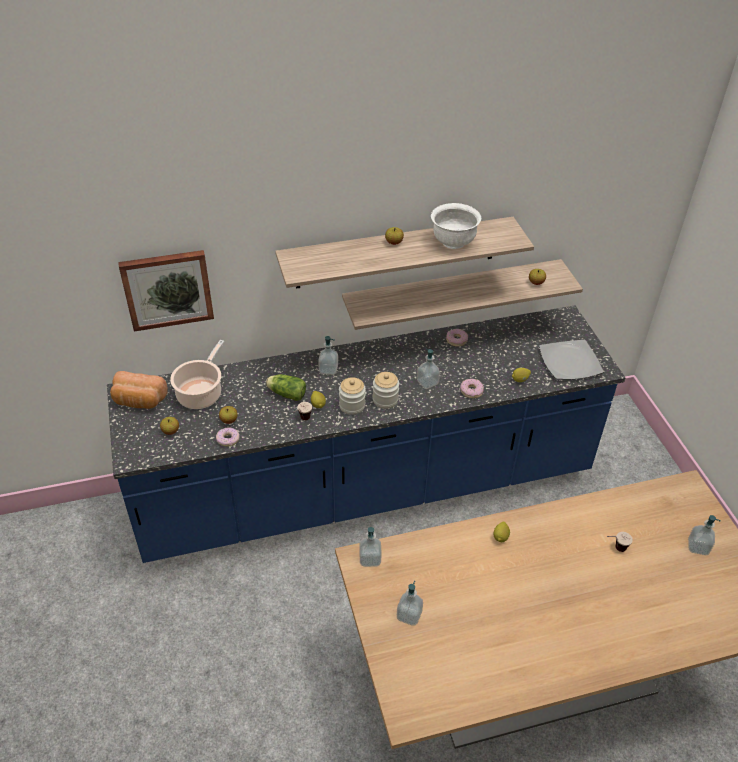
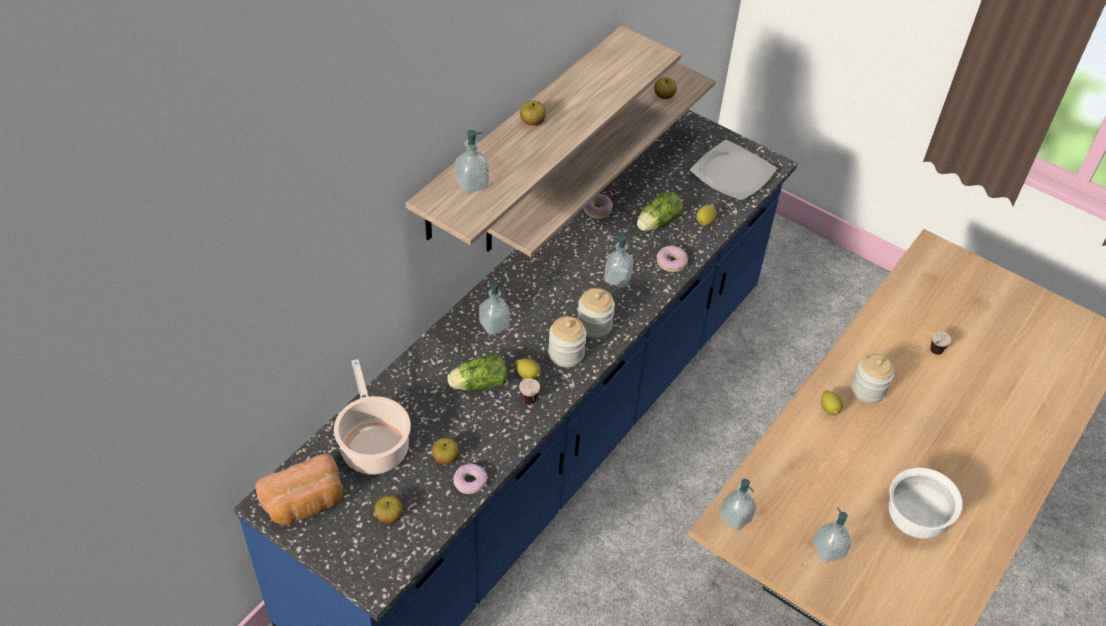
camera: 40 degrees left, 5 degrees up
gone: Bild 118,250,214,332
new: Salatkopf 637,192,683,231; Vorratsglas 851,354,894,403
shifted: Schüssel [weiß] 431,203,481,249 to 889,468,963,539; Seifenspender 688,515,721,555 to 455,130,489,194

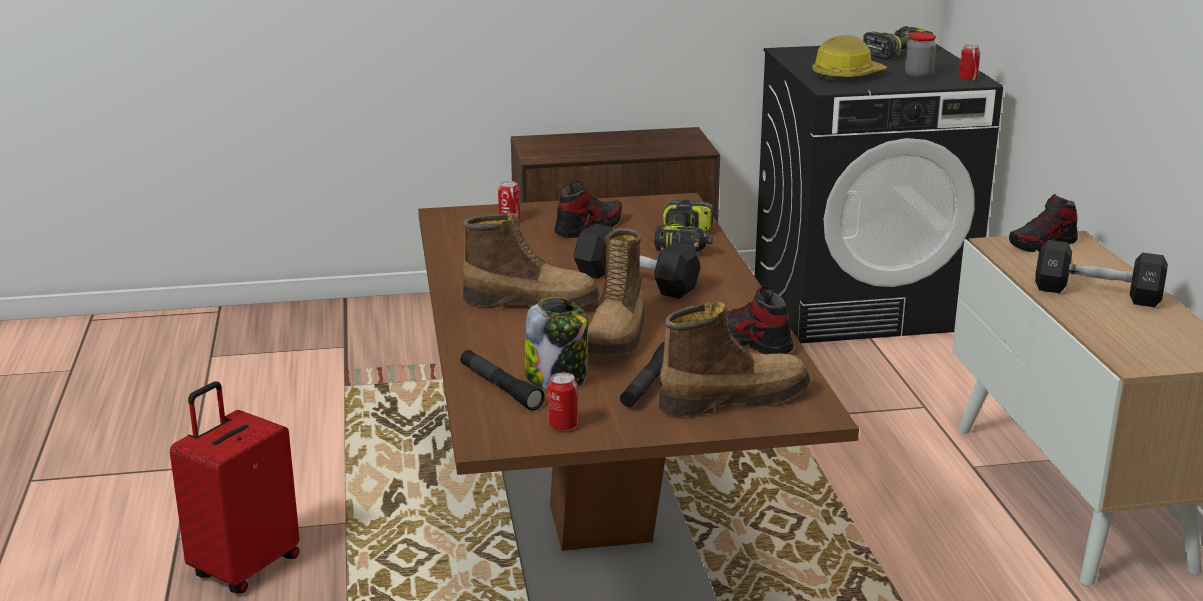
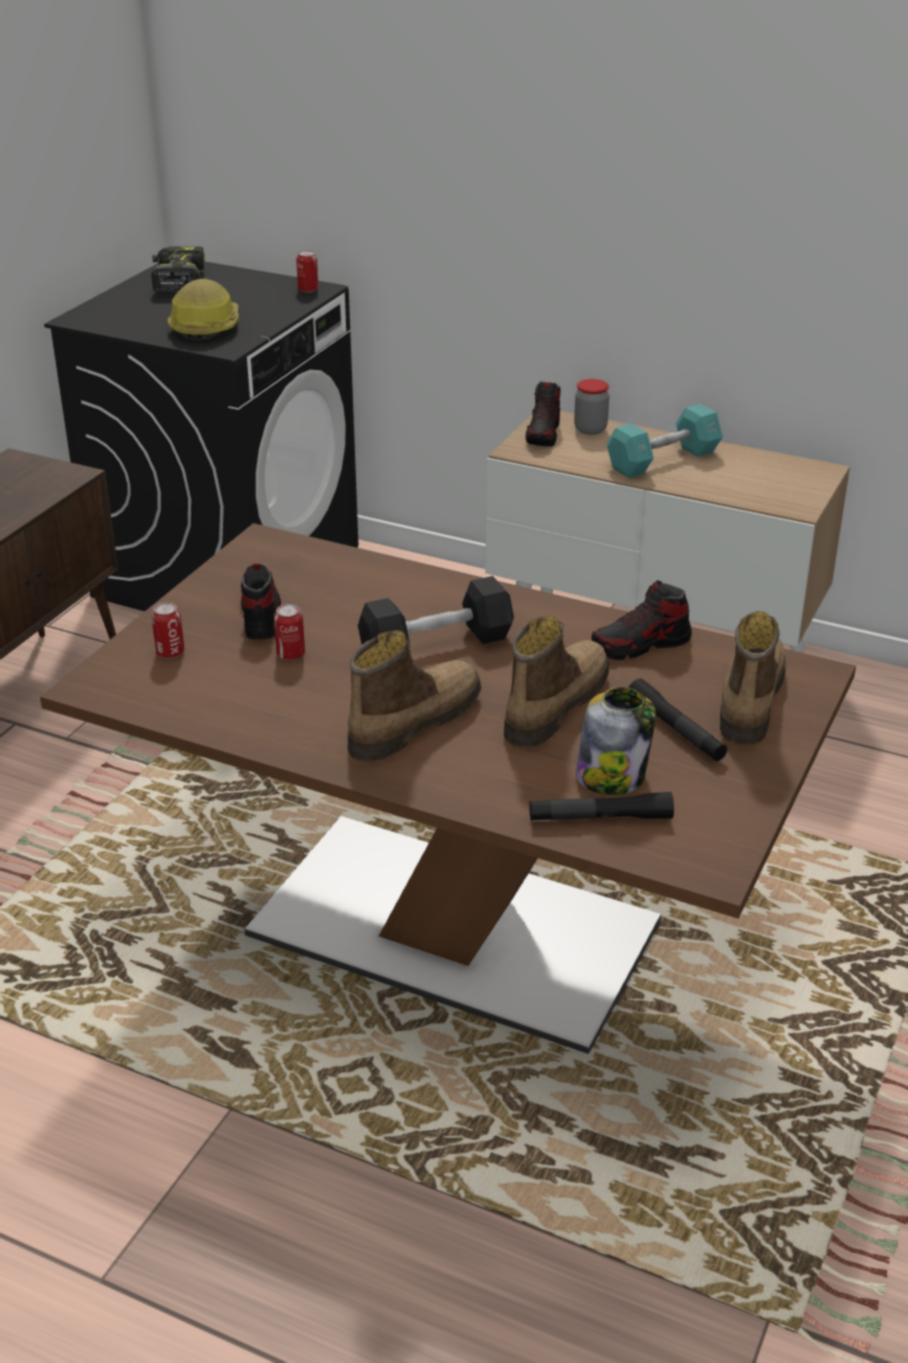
camera: 55 degrees left, 10 degrees up
gone: Koffer [rot] 170,381,300,593; Bohrmaschine 654,200,713,252
shifted: Dose 548,372,578,431 to 274,604,305,660; Vorratsglas 905,32,936,78 to 574,379,609,435
repainted: Hantel [schwarz] 1035,240,1168,307 to Hantel [türkis] 607,404,723,478
rotated: Stiefel 587,228,644,356 = 504,615,609,748 105 degrees counterclockwise

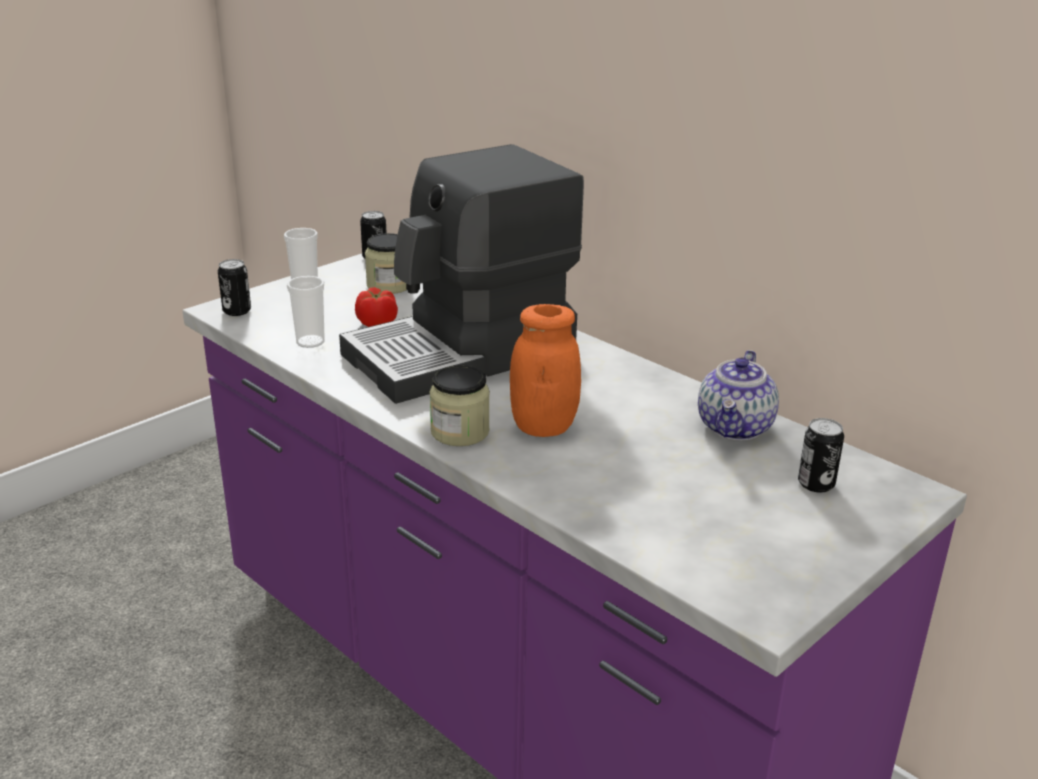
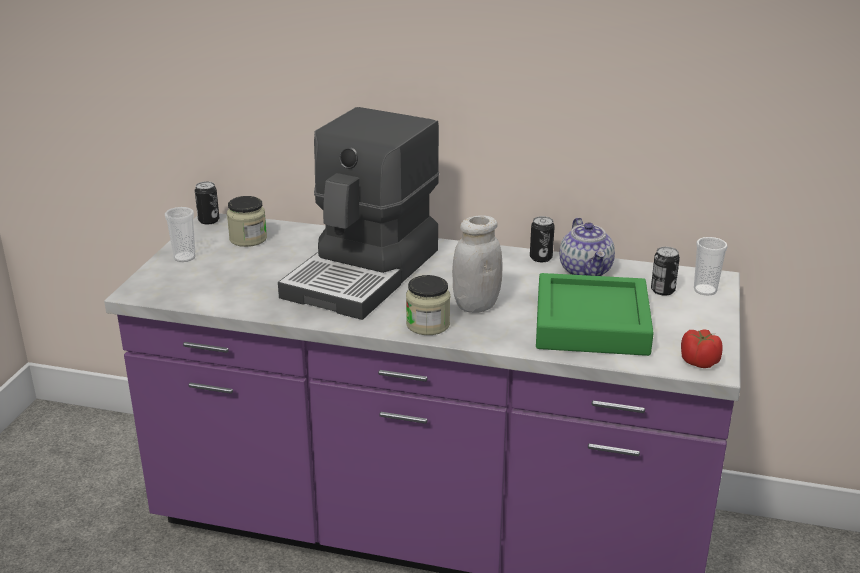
camera: 30 degrees left, 0 degrees up
new: Tablett [grün] 536,273,654,356
shifted: Dose 218,259,251,316 to 530,216,555,262; Tasse 287,276,325,348 to 694,237,728,296; Tomate 355,287,398,327 to 681,329,723,368
repainted: Vorratsglas [orange] 510,304,581,437 to Vorratsglas [weiß] 452,215,502,313

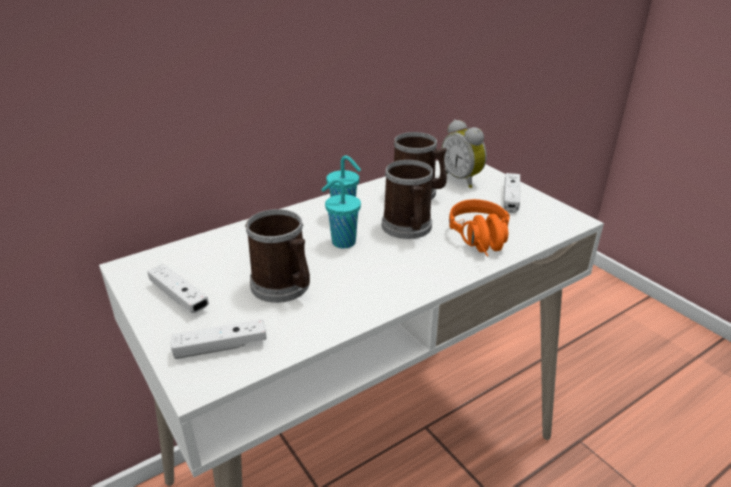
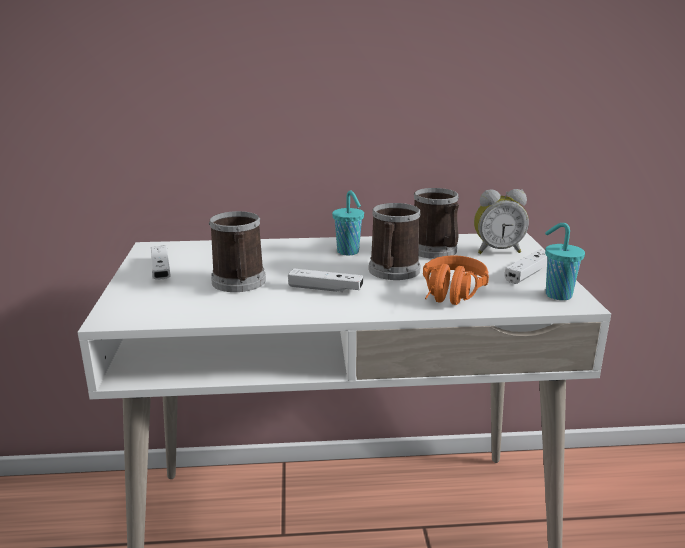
camera: 30 degrees right, 10 degrees down
shifted: Gamepad [weiß] 171,319,267,359 to 288,268,363,292; Tasse [türkis] 321,178,361,248 to 545,223,585,300
rotated: Wecker 441,119,487,188 = 474,189,529,254 90 degrees counterclockwise

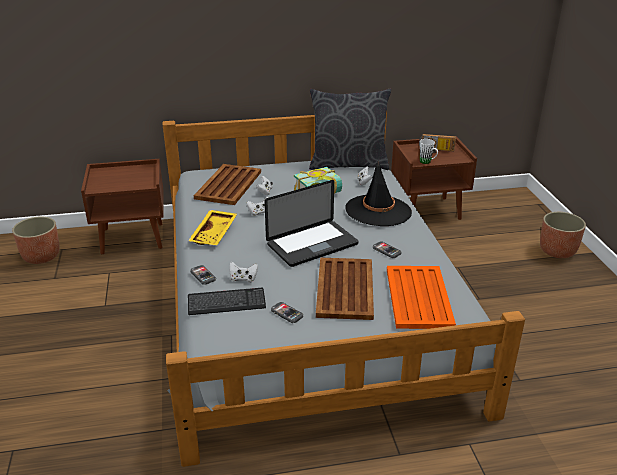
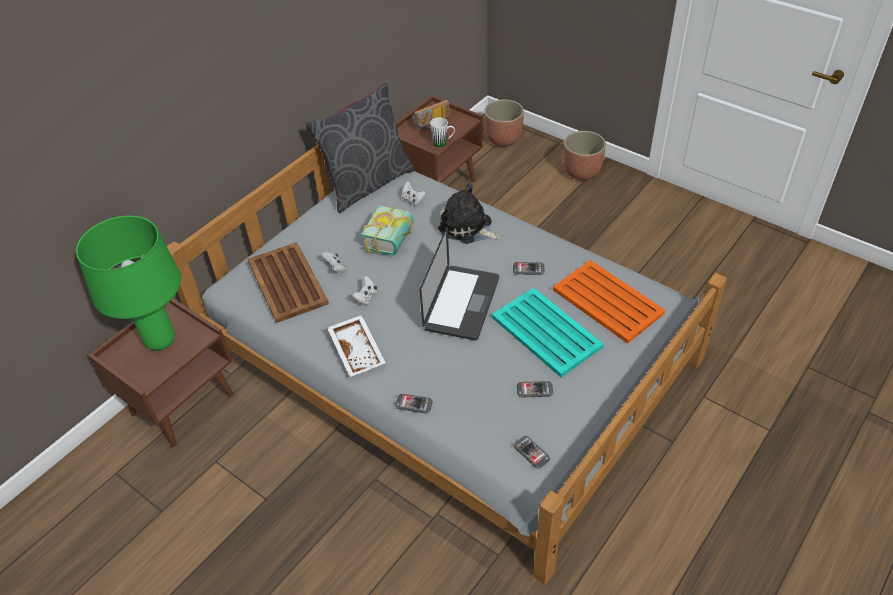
camera: 40 degrees left, 15 degrees up
gone: Tastatur 188,288,266,315; Gamepad [weiß] 229,262,258,283
new: Tischlampe [grün] 76,216,181,350; Handy 514,436,550,468
shifted: Pflanzkübel 12,217,60,264 to 484,99,524,147
swapped: Hut [schwarz] 345,161,412,226 to Plüschtier 438,183,501,244
repainted: Tablett [gelb] 188,210,237,245 to Tablett [weiß] 327,315,385,377; Tablett [braun] 316,258,374,320 to Tablett [türkis] 492,288,604,377

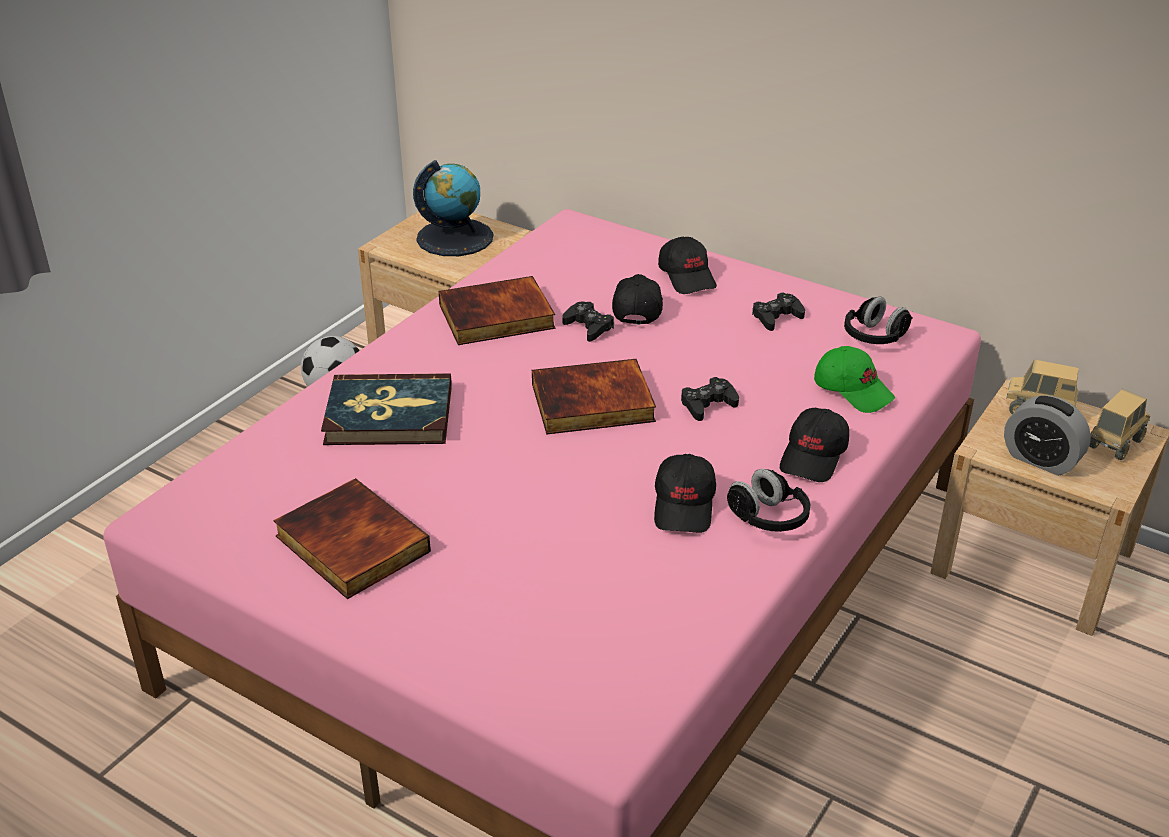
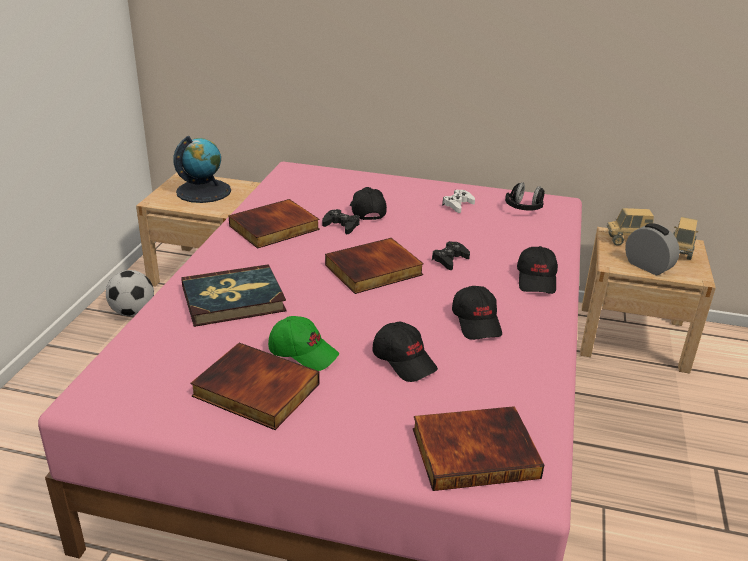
camera: 20 degrees left, 5 degrees down
gone: Kopfhörer [schwarz] 727,469,811,532
new: Buch 413,406,544,491
shifted: Kappe [schwarz] 658,237,717,294 to 372,322,438,382; Kappe [grün] 814,346,895,413 to 268,316,339,371
repainted: Gamepad [schwarz] 752,293,805,331 to Gamepad [weiß] 442,190,475,213
rotated: Wecker 1004,395,1091,476 = 625,223,680,275 150 degrees counterclockwise

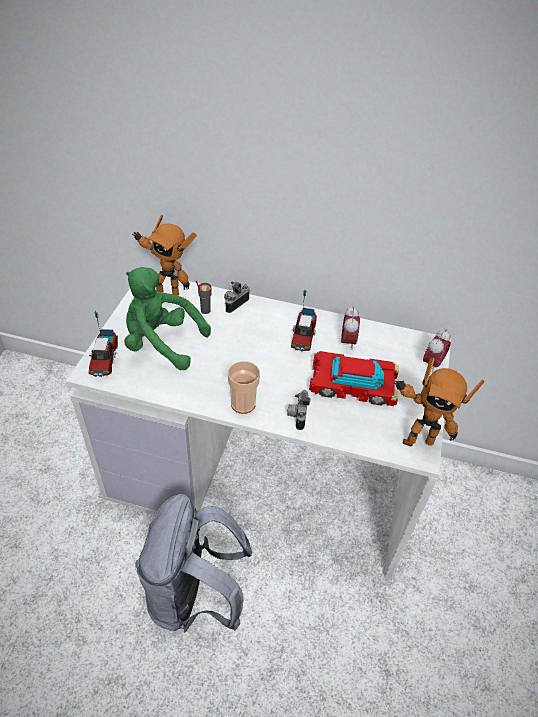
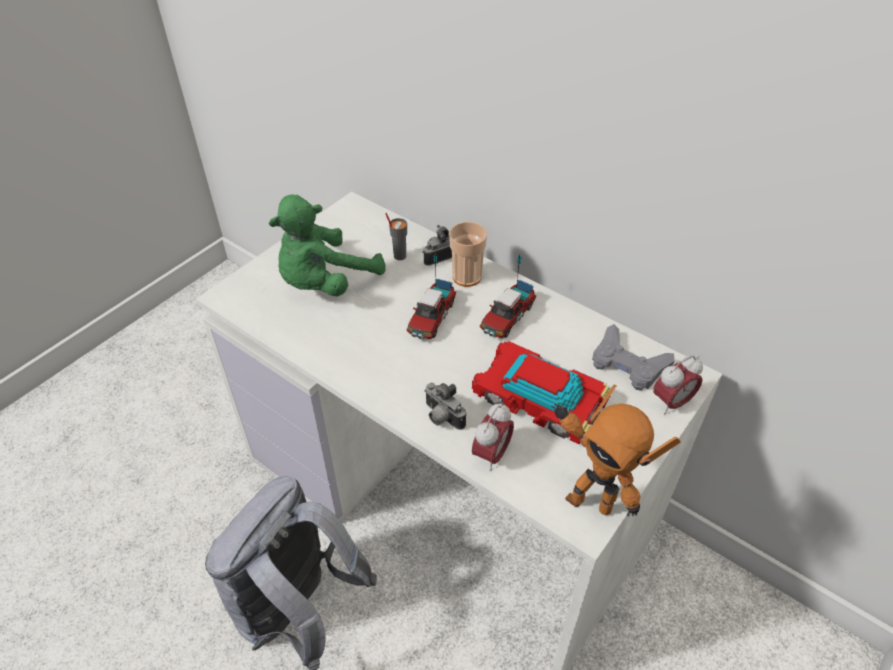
camera: 25 degrees right, 0 degrees up
gone: Spielzeugroboter 132,215,197,296
new: Gamepad [grau] 592,324,674,391
shifted: Spielzeuglaster 89,310,118,377 to 407,253,456,339; Tasse 228,361,260,414 to 449,222,487,287; Wecker 341,306,360,350 to 472,403,514,471
rotated: Plüschtier [grün] 124,267,211,371 = 269,195,386,296 90 degrees counterclockwise; Kamera 287,390,311,430 = 424,382,466,430 75 degrees counterclockwise

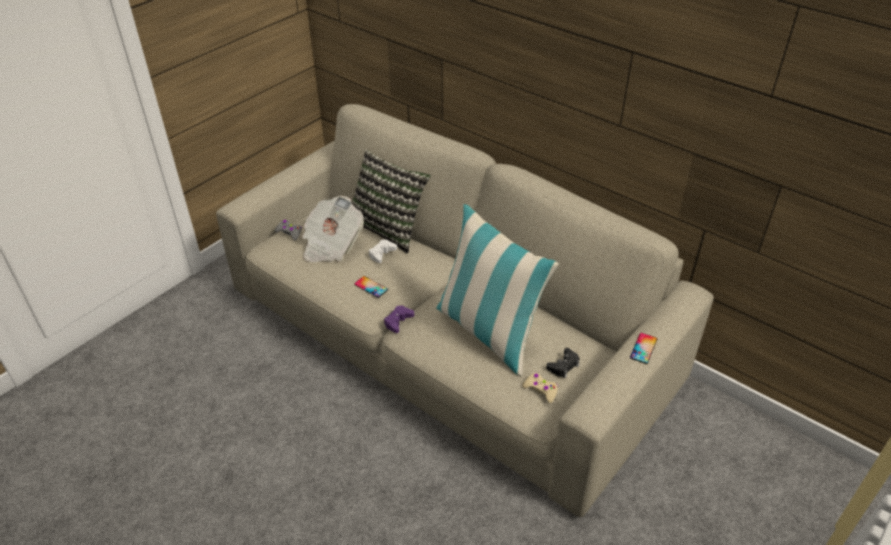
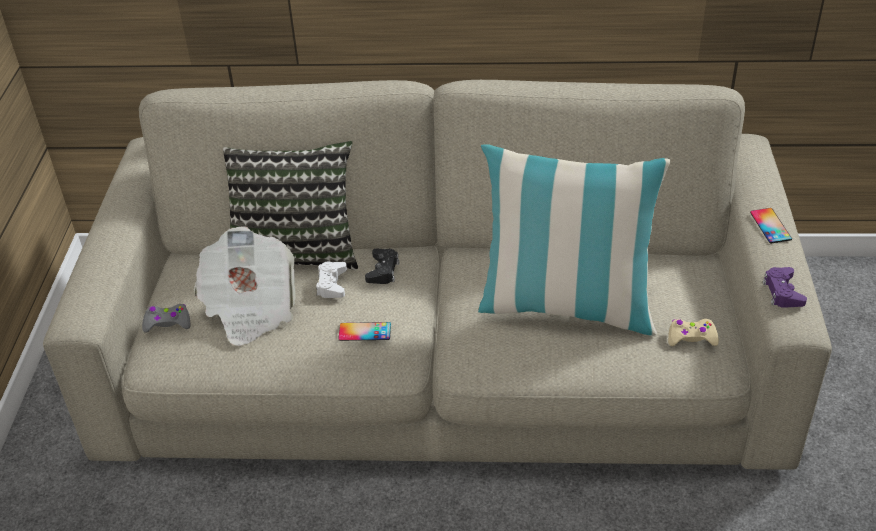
camera: 35 degrees left, 0 degrees up
shifted: Gamepad [lila] 384,305,414,333 to 763,267,807,308; Gamepad [schwarz] 546,348,580,378 to 365,248,399,284

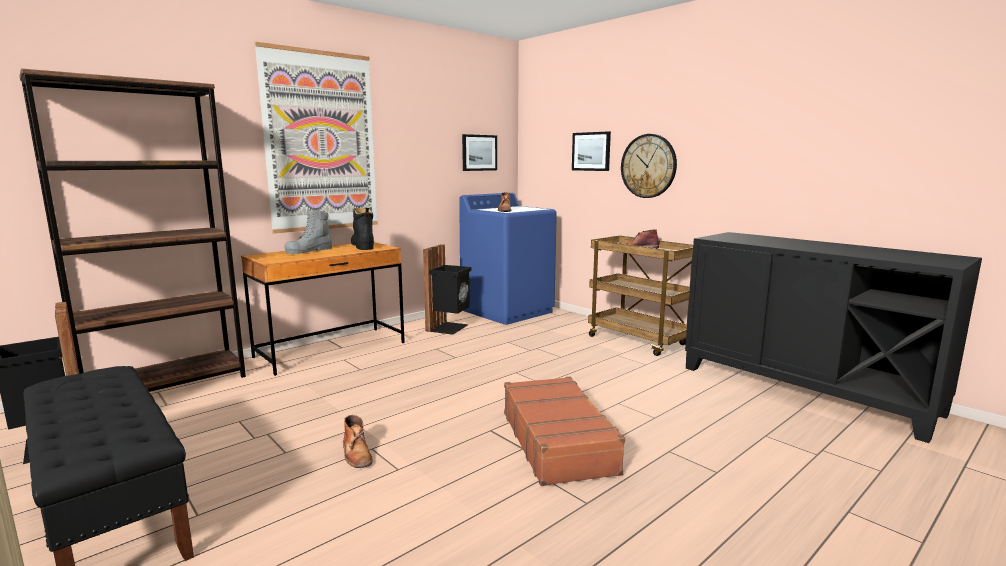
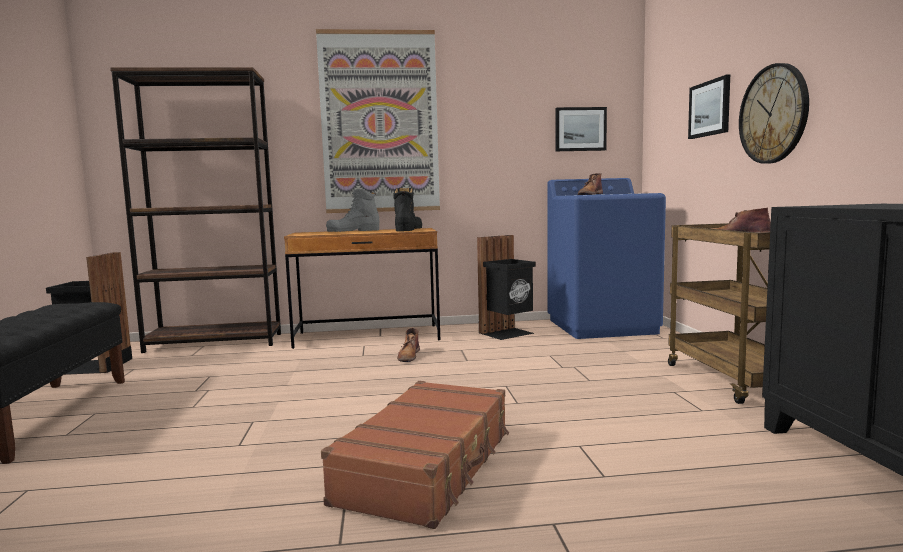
camera: 35 degrees right, 5 degrees down
shifted: Stiefel [braun] 343,415,373,468 to 397,328,420,362

